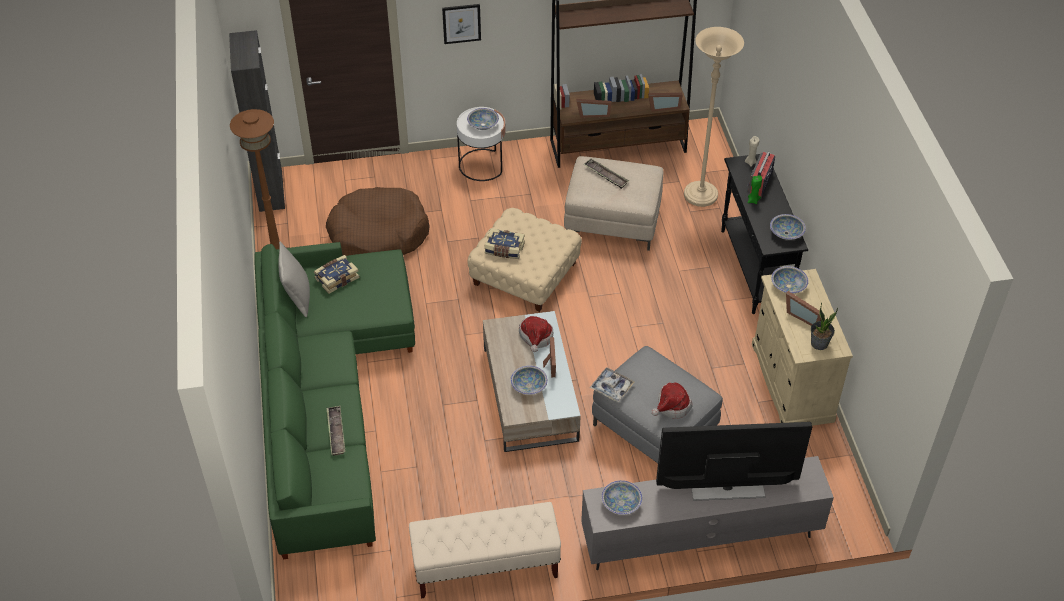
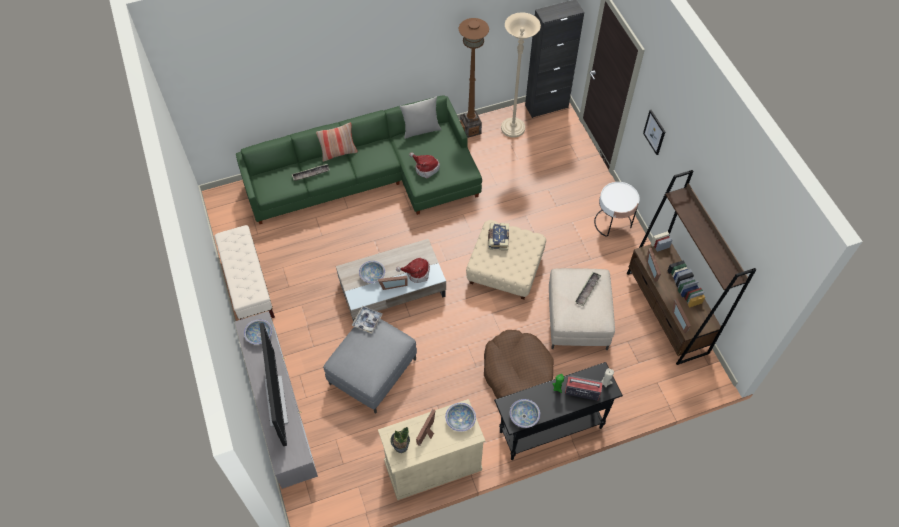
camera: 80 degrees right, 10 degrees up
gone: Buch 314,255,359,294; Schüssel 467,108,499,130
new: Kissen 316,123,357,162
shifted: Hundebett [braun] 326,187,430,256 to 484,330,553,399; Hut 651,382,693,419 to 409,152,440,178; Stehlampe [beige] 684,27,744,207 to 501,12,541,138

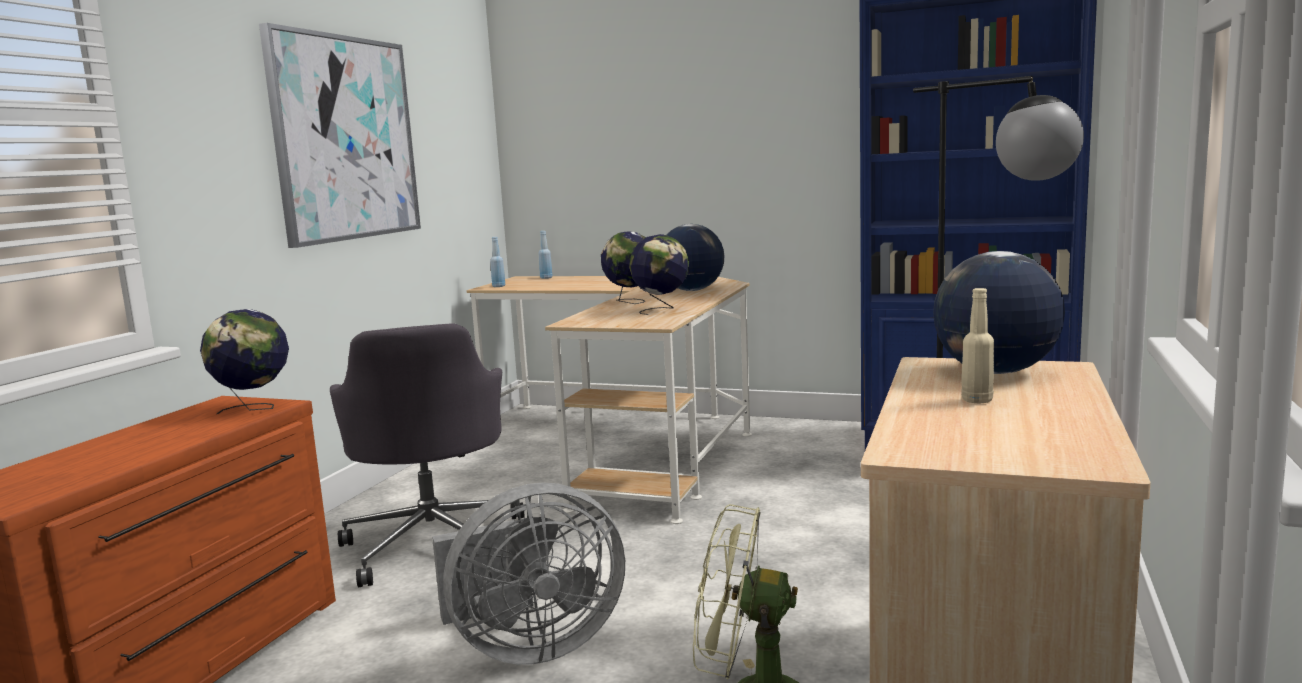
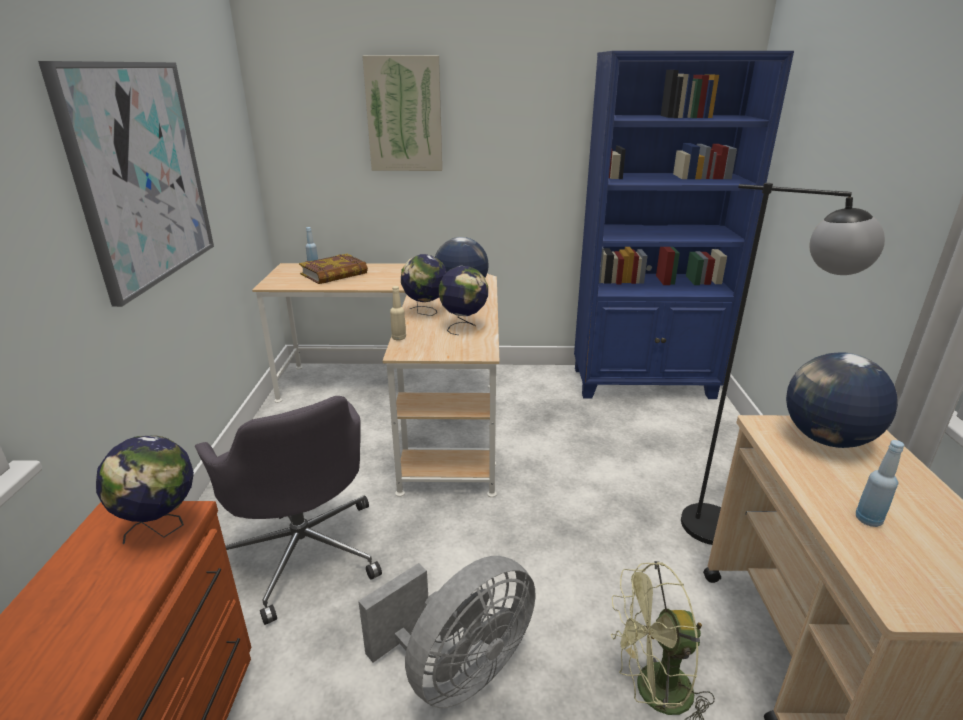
camera: 20 degrees left, 15 degrees up
new: Buch 299,254,368,284; Bild 362,56,442,171
shifted: Flasche [blau] 490,237,505,287 to 856,440,904,527; Flasche [beige] 961,288,994,403 to 390,286,406,340

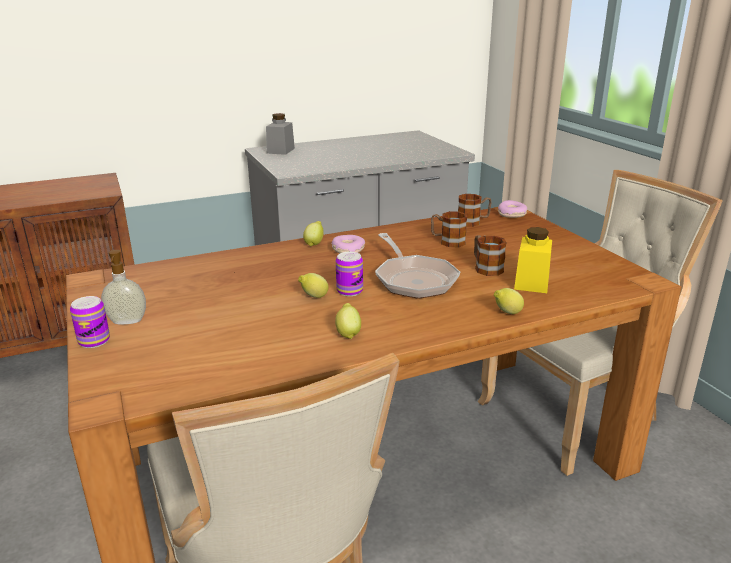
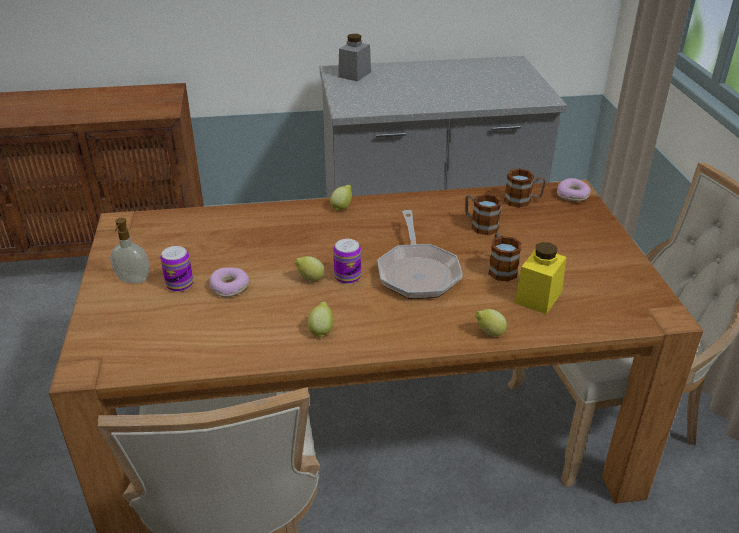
camera: 15 degrees right, 10 degrees up
shifted: Dose 70,296,110,348 to 160,246,193,292; Donut 332,235,365,254 to 209,267,249,297

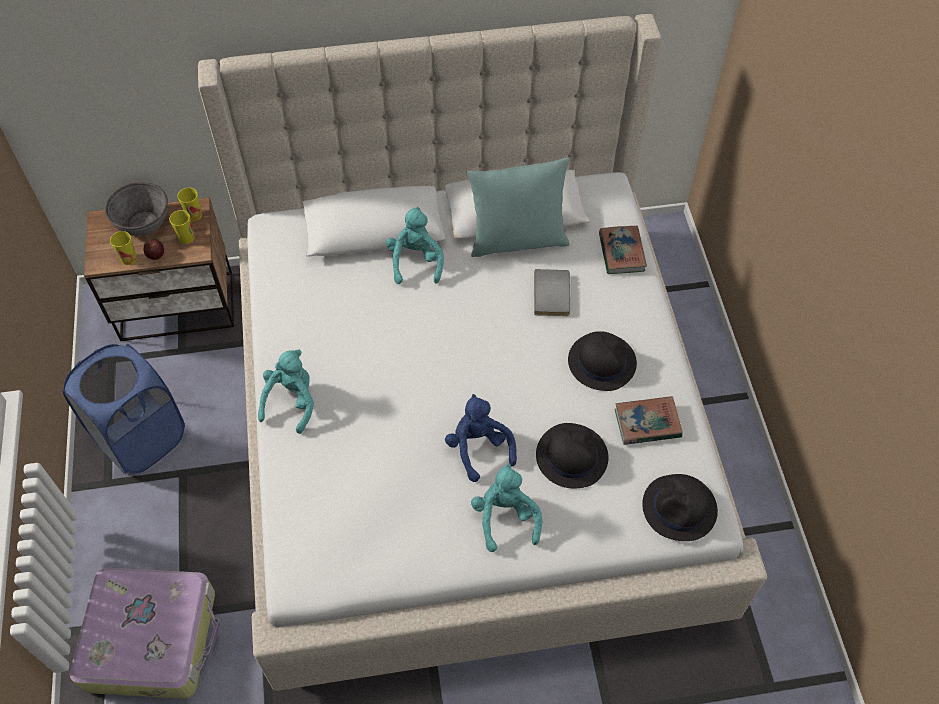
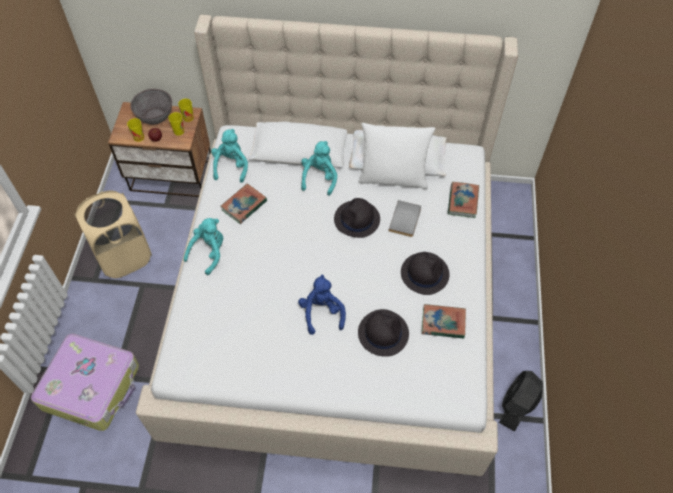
camera: 15 degrees right, 0 degrees up
new: Buch 220,183,267,224; Ventilator [schwarz] 499,371,543,432
shifted: Plüschtier [türkis] 471,463,542,552 to 211,129,248,183; Hut [schwarz] 642,474,718,541 to 334,198,380,238
repainted: Wäschekorb [blau] 62,344,185,474 to Wäschekorb [beige] 74,190,152,278; Kissen [türkis] 467,158,570,257 to Kissen [weiß] 358,123,435,189

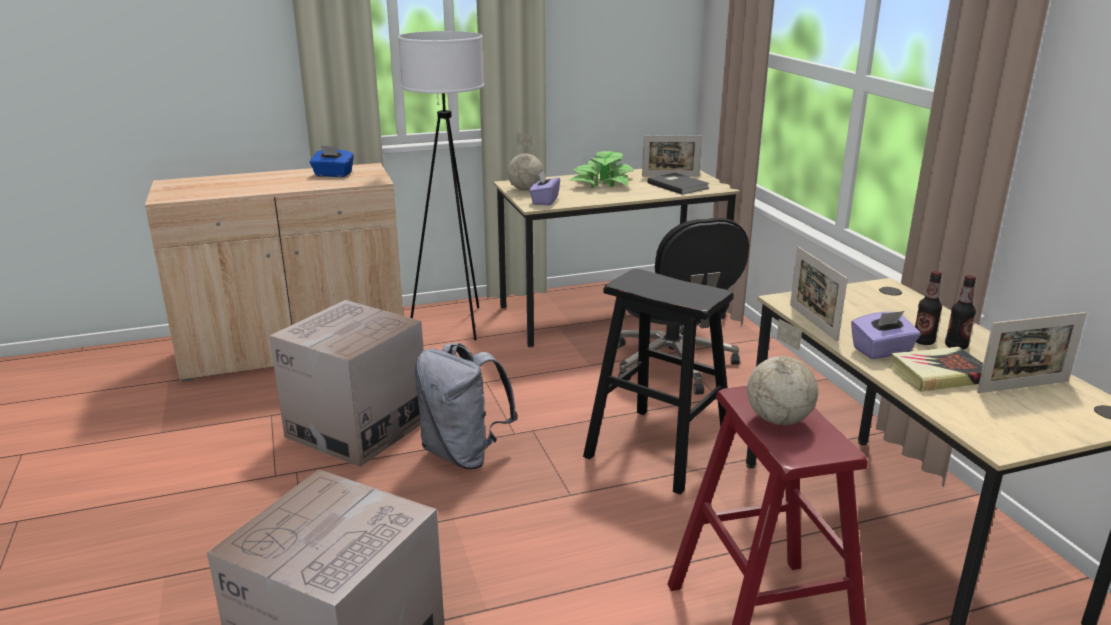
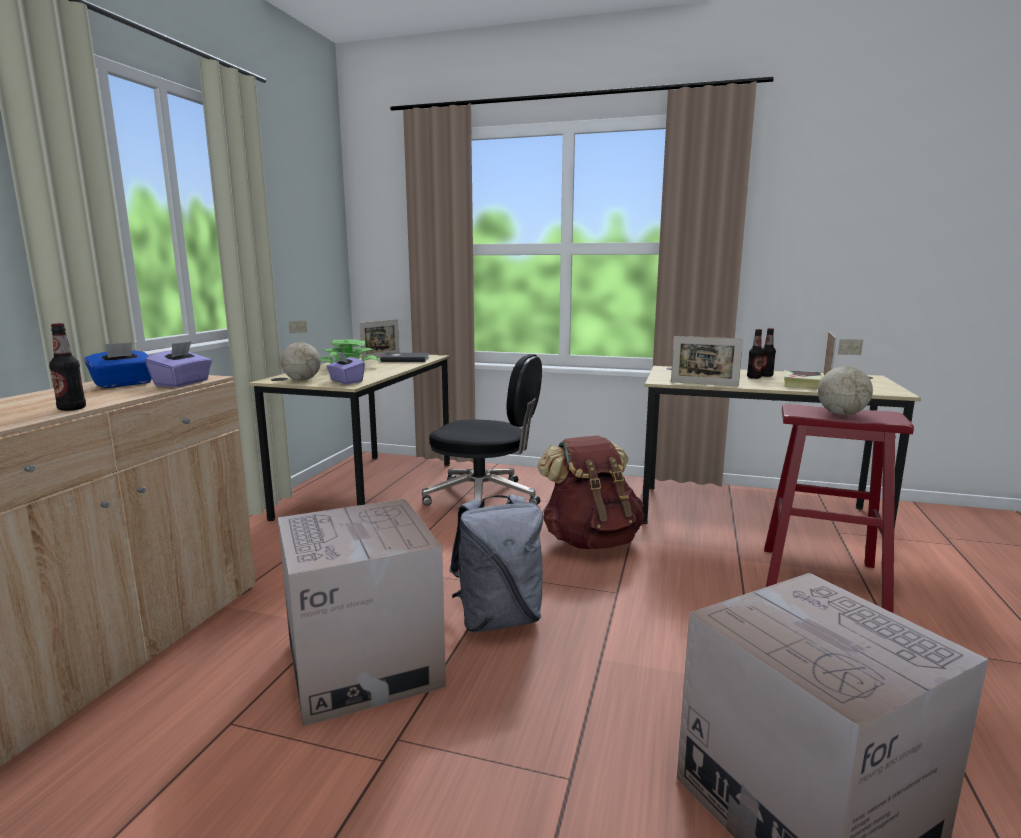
camera: 55 degrees left, 10 degrees down
gone: Stehlampe [weiß] 398,31,484,340
new: Flasche 49,323,86,411
shifted: Taschentuchbox [lila] 851,311,921,359 to 145,341,212,387
swapped: Hocker [schwarz] 583,269,734,495 to Rucksack [braun] 537,436,644,549

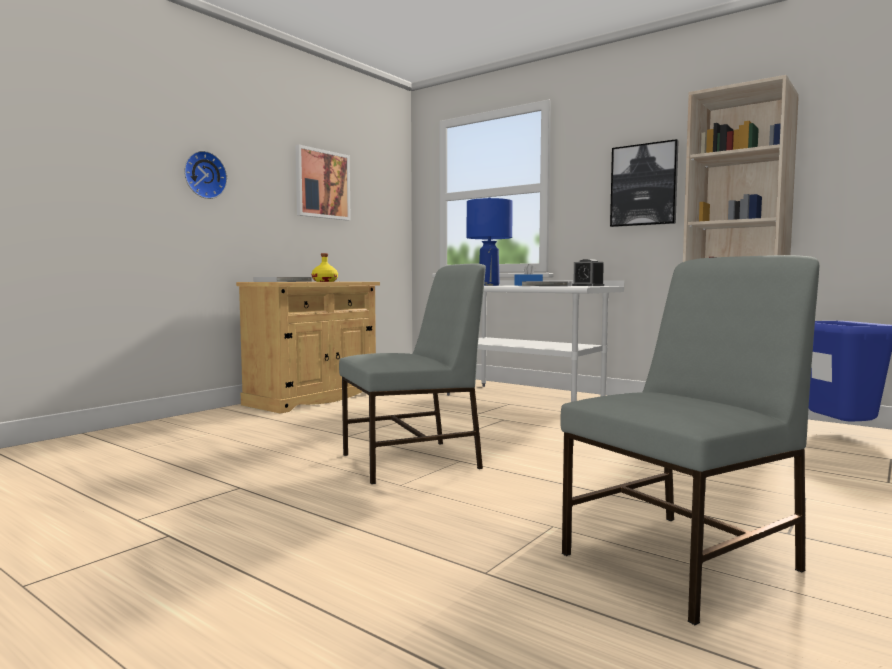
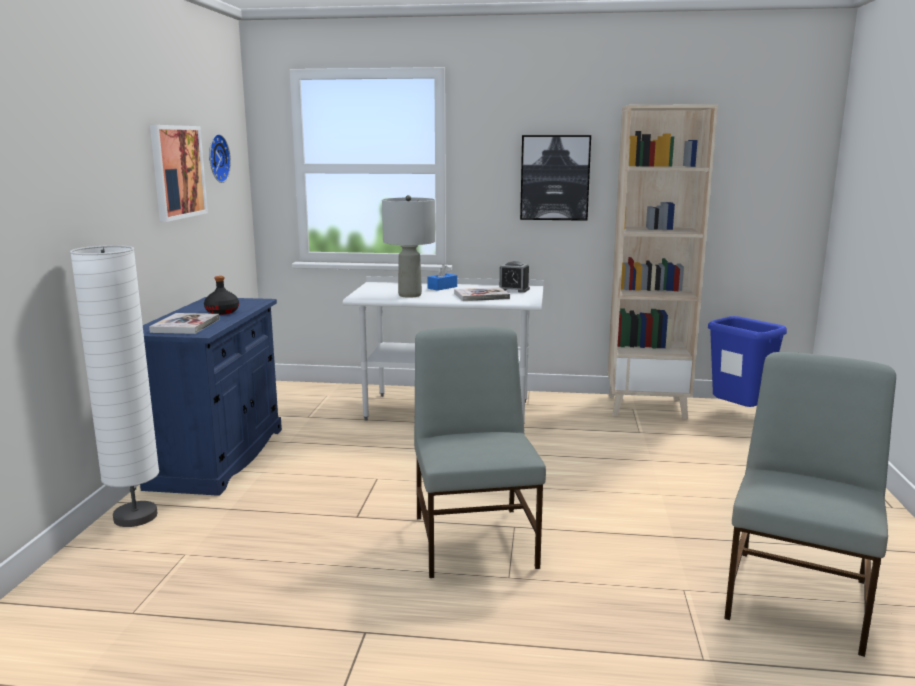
camera: 30 degrees left, 10 degrees up
new: Stehlampe [weiß] 70,245,159,527
shifted: Wanduhr 184,151,227,199 to 209,134,231,183
repainted: Schrank [beige] 236,282,380,413 to Schrank [blau] 140,297,282,496; Flasche [gelb] 312,253,338,282 to Flasche [schwarz] 204,276,239,315; Tischlampe [blau] 467,197,513,286 to Tischlampe [grau] 382,195,435,298
rotated: Stuhl [grau] 339,263,486,484 = 414,326,546,578 45 degrees counterclockwise

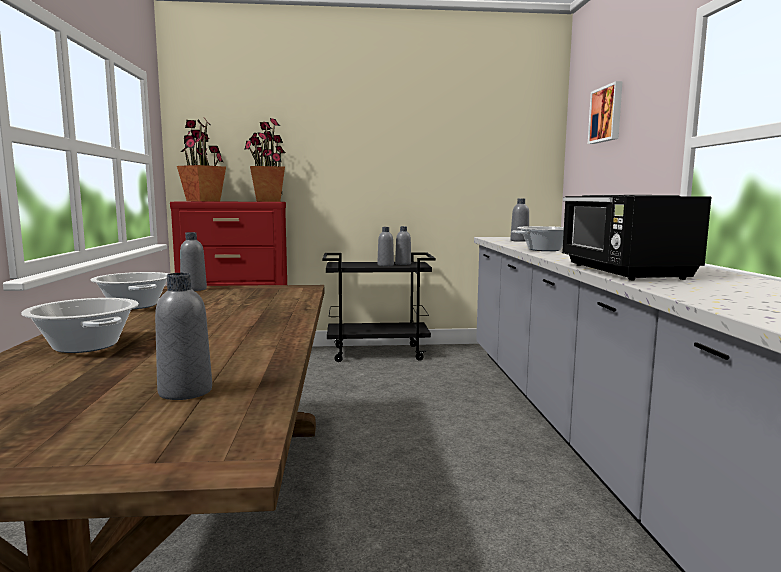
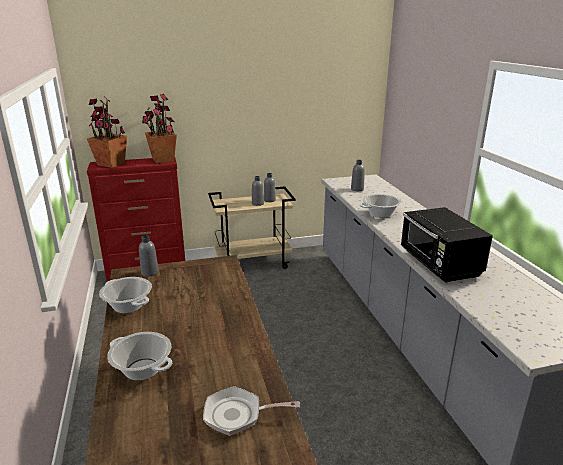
camera: 10 degrees left, 15 degrees up
gone: Bild 588,81,623,144
swapped: Flasche [grau] 155,273,212,400 to Pfanne 203,386,300,436
repainted: Rollwagen [schwarz] 323,253,436,362 to Rollwagen [beige] 208,186,296,269

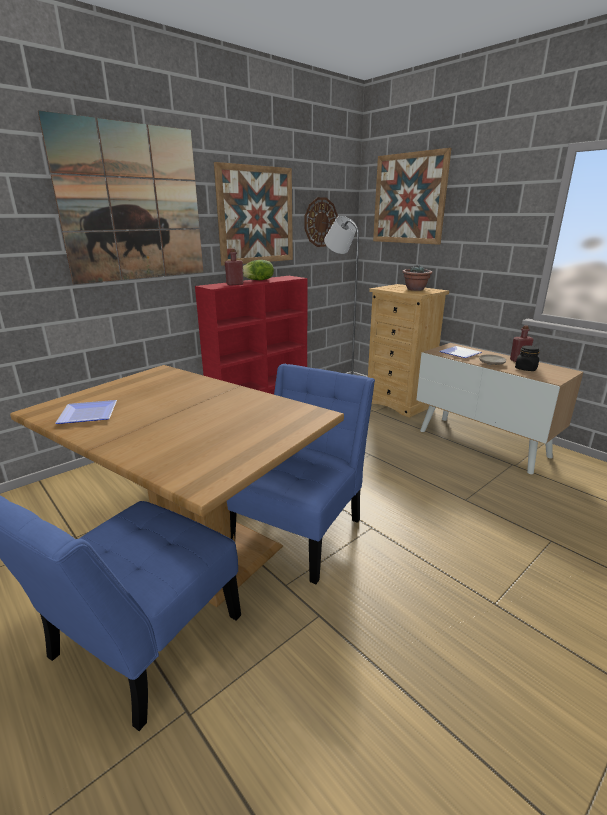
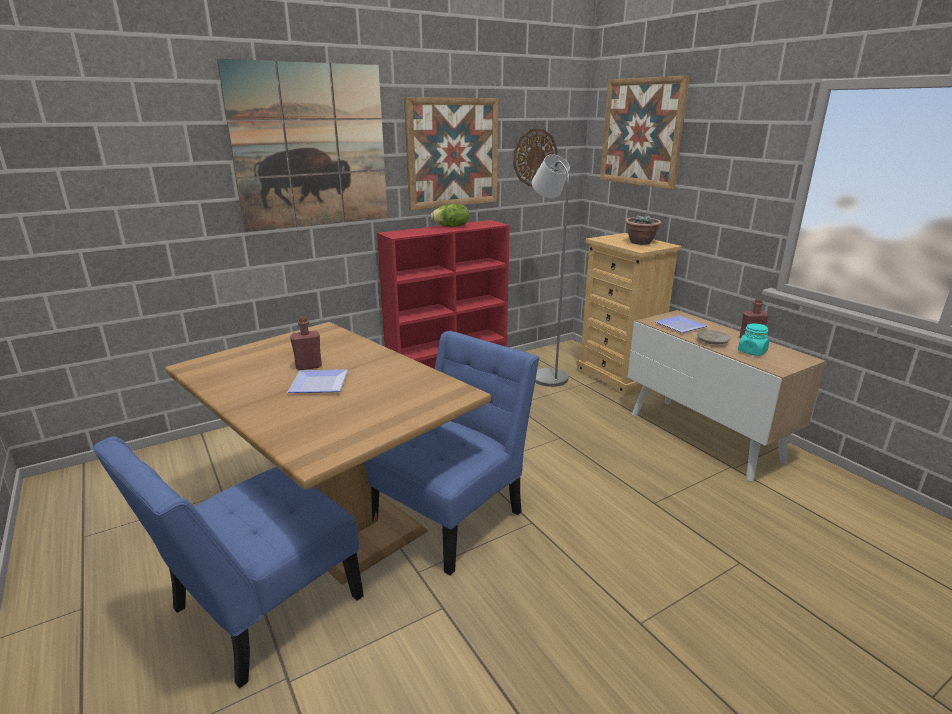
camera: 10 degrees right, 0 degrees up
shifted: Teller 55,400,117,424 to 288,369,348,393; Flasche [rot] 225,249,243,286 to 290,316,322,370
repainted: Vorratsglas [schwarz] 515,345,539,371 to Vorratsglas [türkis] 738,323,769,356

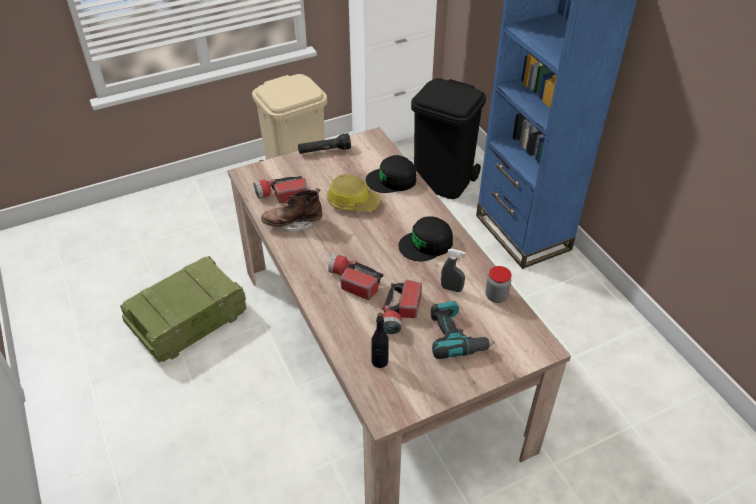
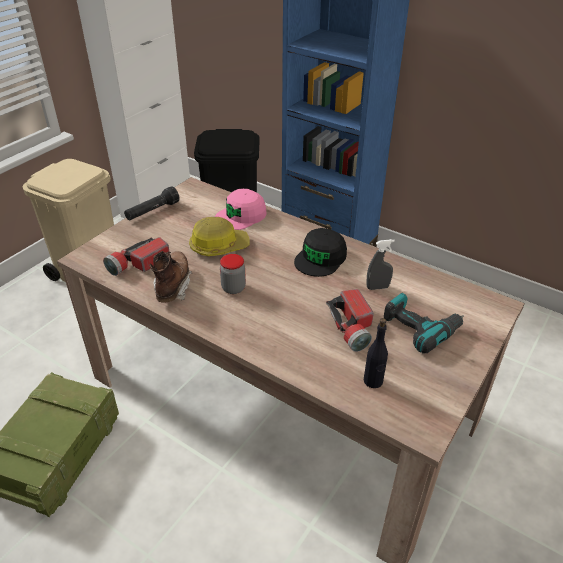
camera: 30 degrees left, 5 degrees down
gone: Taschenlampe 328,253,384,300
shifted: Vorratsglas 486,266,511,303 to 220,254,246,294
repainted: Kappe [schwarz] 366,155,416,193 to Kappe [rosa] 215,189,267,230
rotated: Stiefel [braun] 261,188,322,232 = 150,251,192,303 135 degrees clockwise

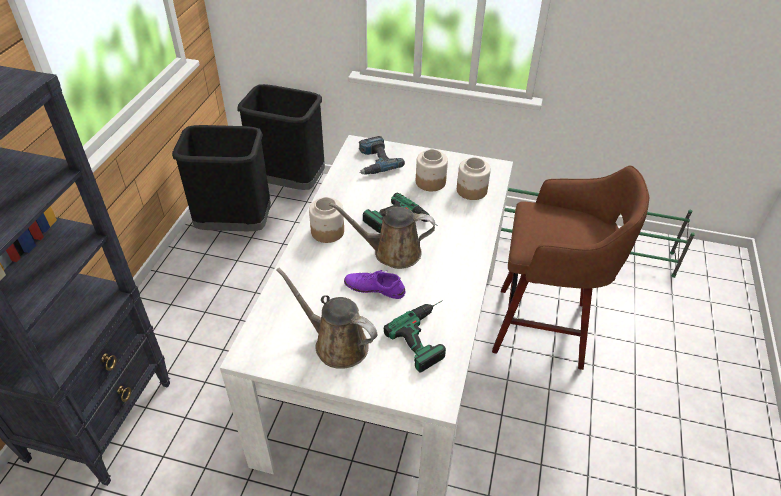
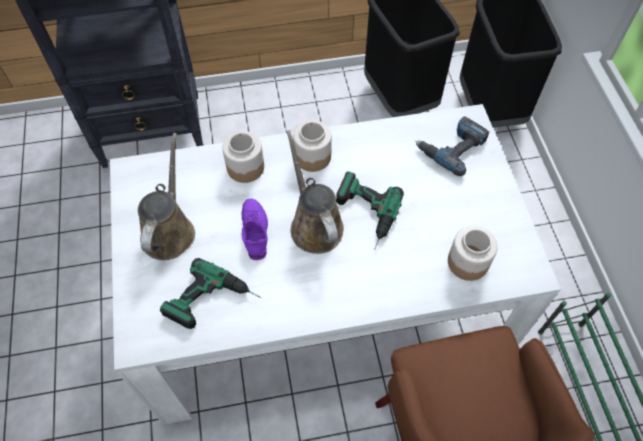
camera: 65 degrees right, 15 degrees up
shifted: Vorratsglas 416,149,448,191 to 222,131,264,183

